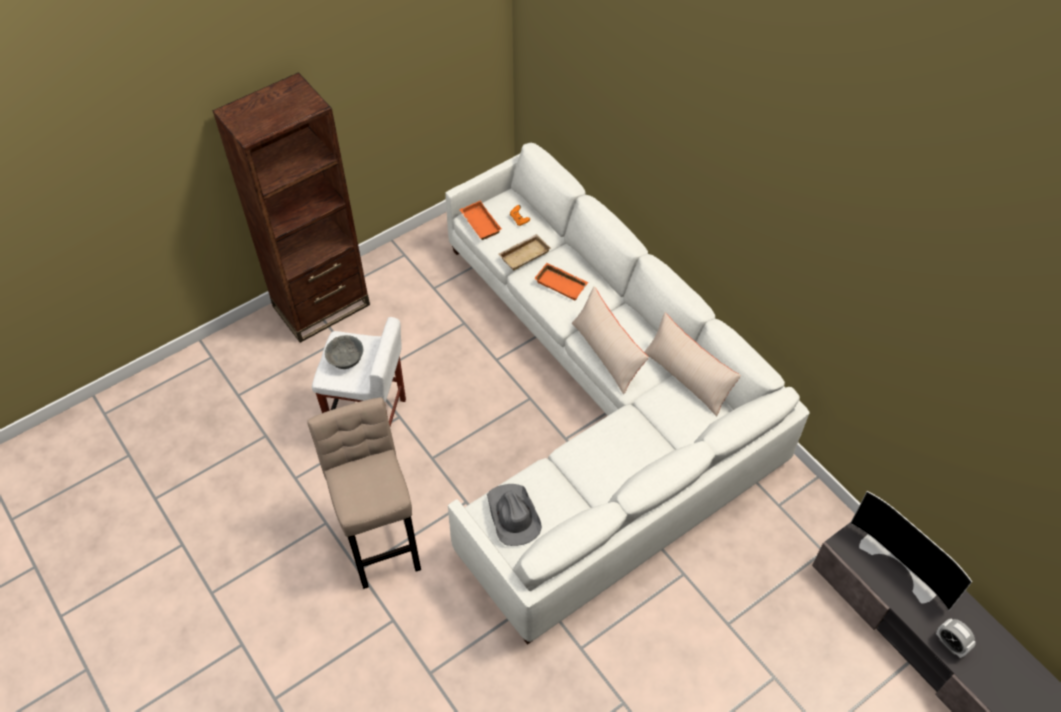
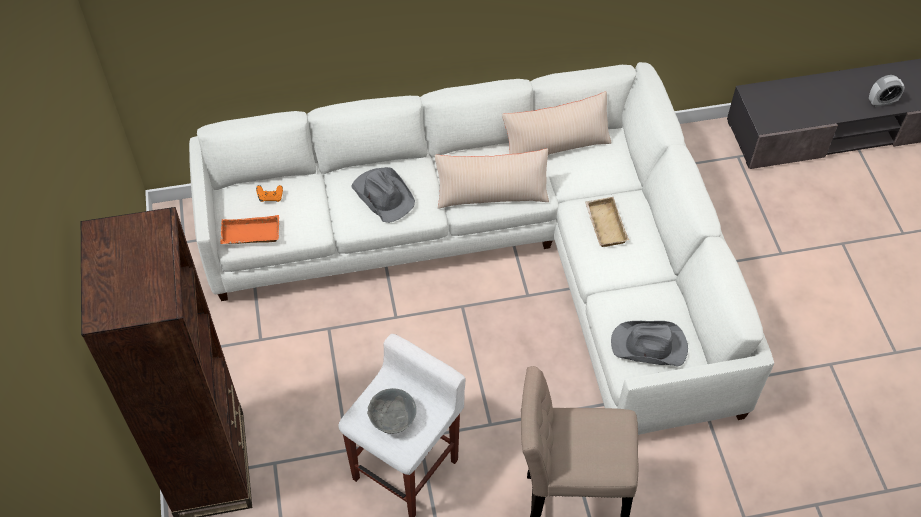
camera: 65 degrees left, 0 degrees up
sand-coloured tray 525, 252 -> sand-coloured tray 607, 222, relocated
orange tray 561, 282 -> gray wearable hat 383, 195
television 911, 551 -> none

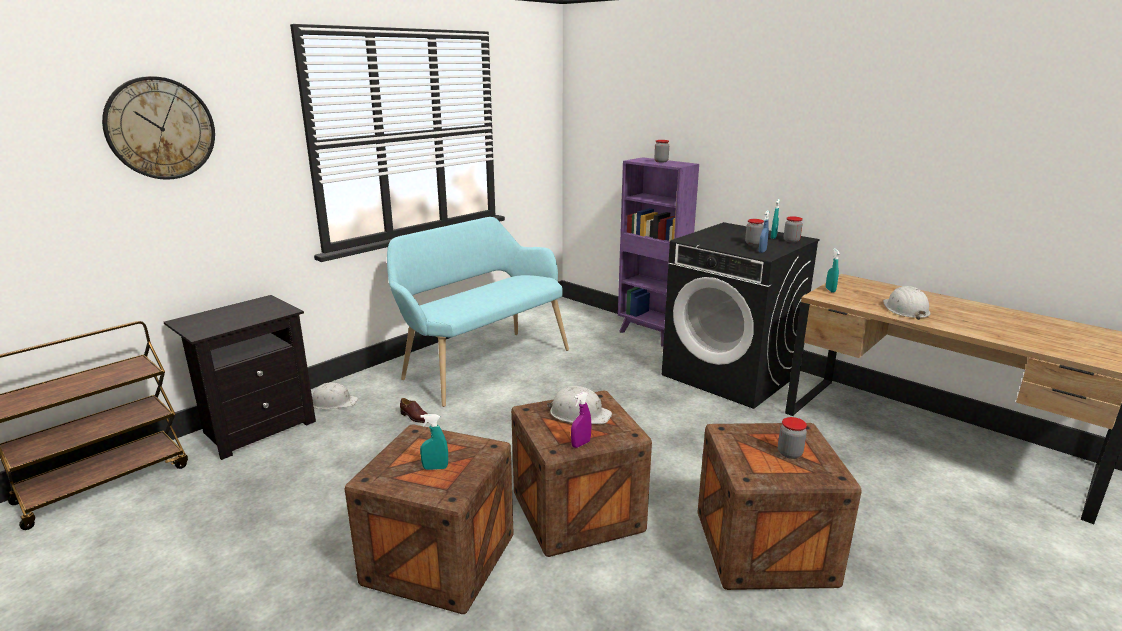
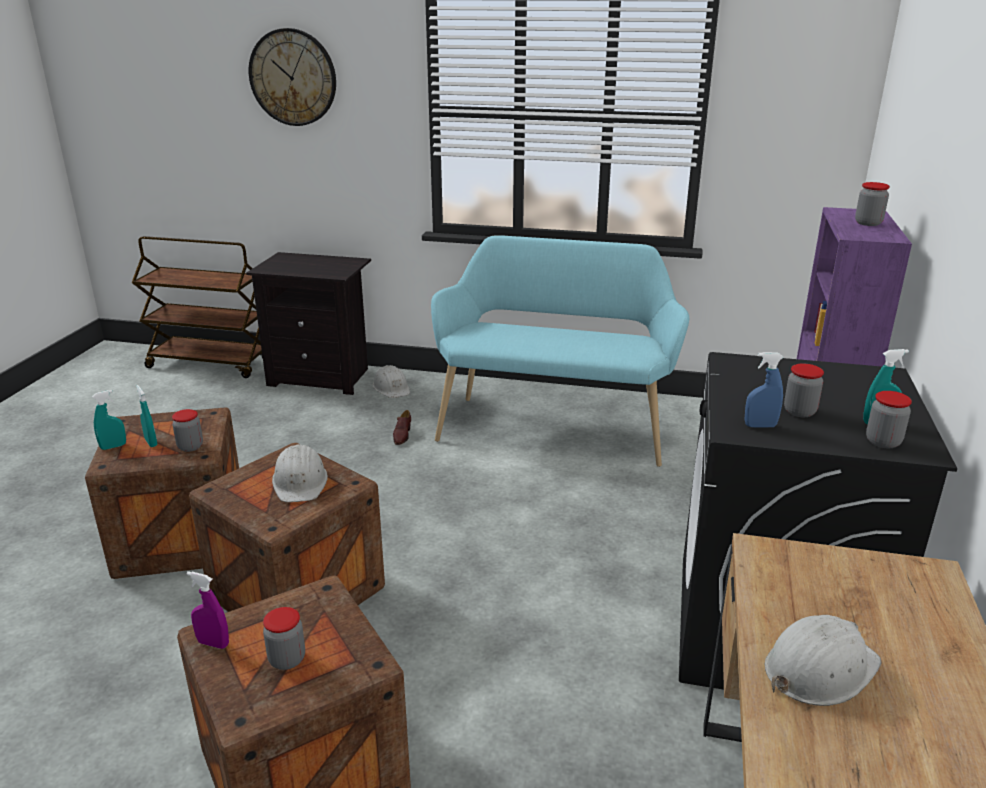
camera: 60 degrees right, 5 degrees up
turquoise-coloured hand sprayer 833, 270 -> turquoise-coloured hand sprayer 109, 420, relocated
purplish hand sprayer 581, 420 -> purplish hand sprayer 208, 610, relocated
none -> jar 187, 430

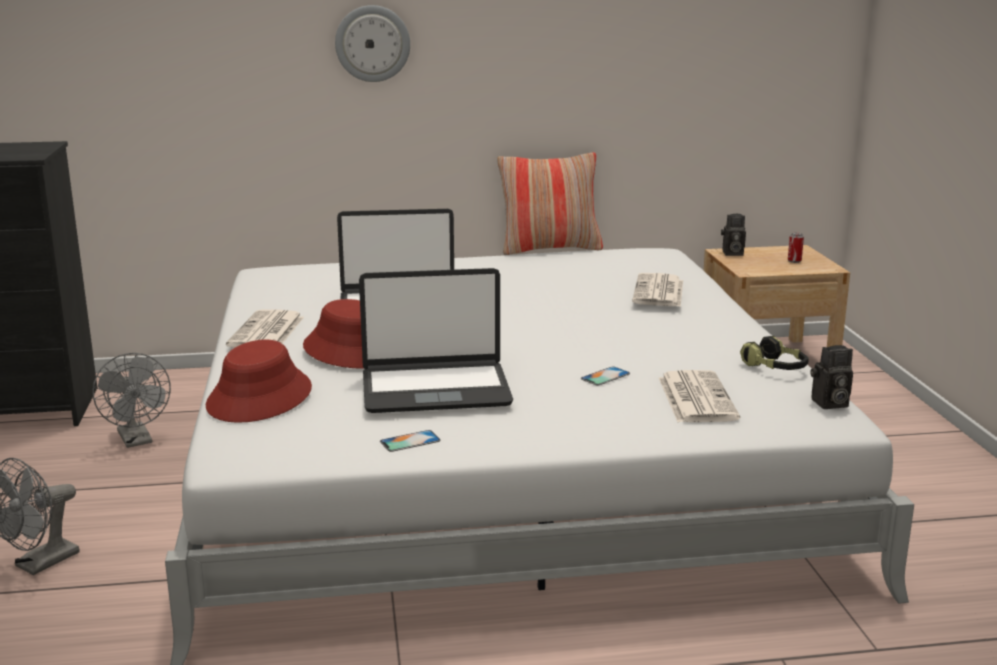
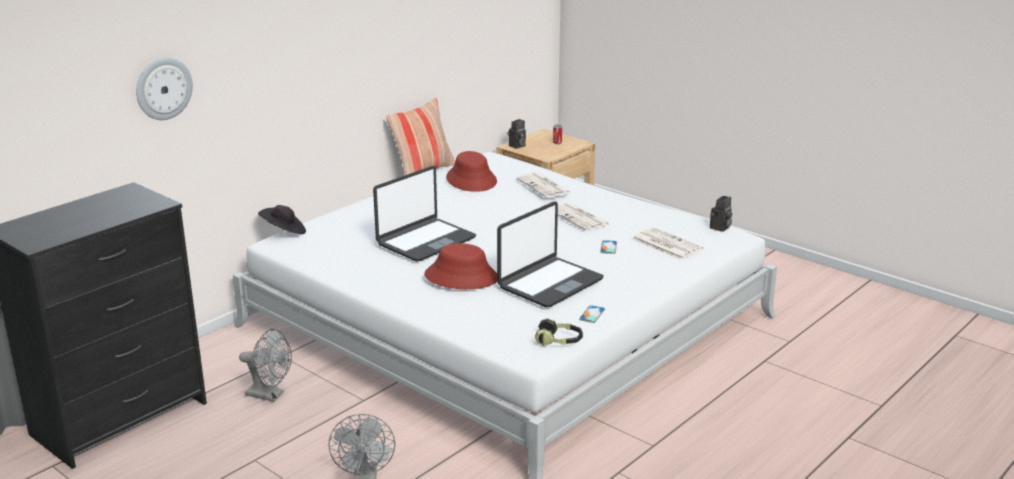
camera: 40 degrees left, 5 degrees up
wall clock 372, 43 -> wall clock 164, 88, relocated
printed paper 265, 329 -> printed paper 584, 217, relocated
pair of headphones 774, 353 -> pair of headphones 559, 332, relocated
red wearable hat 259, 381 -> red wearable hat 471, 171, relocated
none -> blackish wearable hat 282, 219

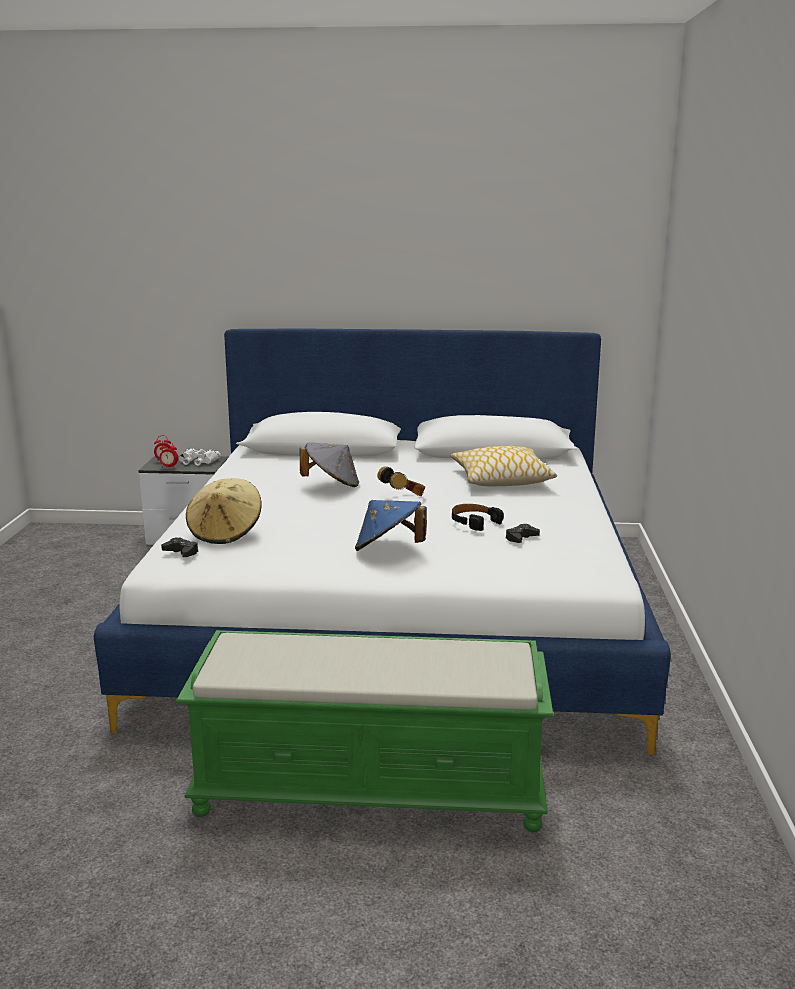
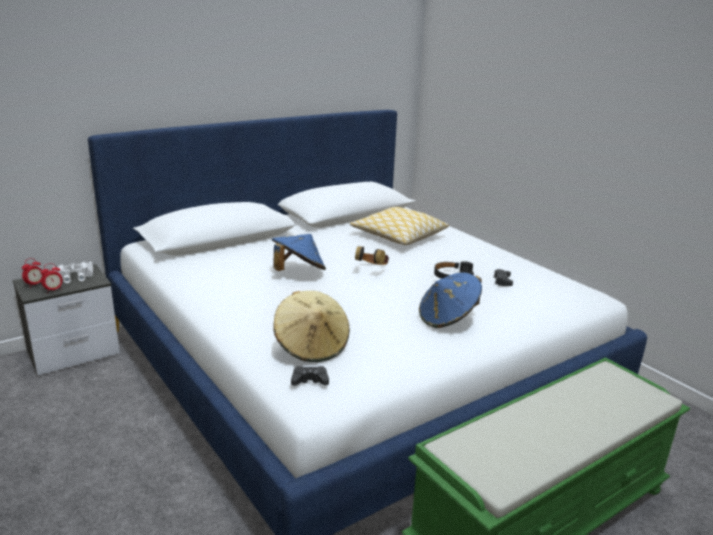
camera: 40 degrees left, 5 degrees up
gray wearable hat 329, 464 -> blue-coloured wearable hat 299, 252

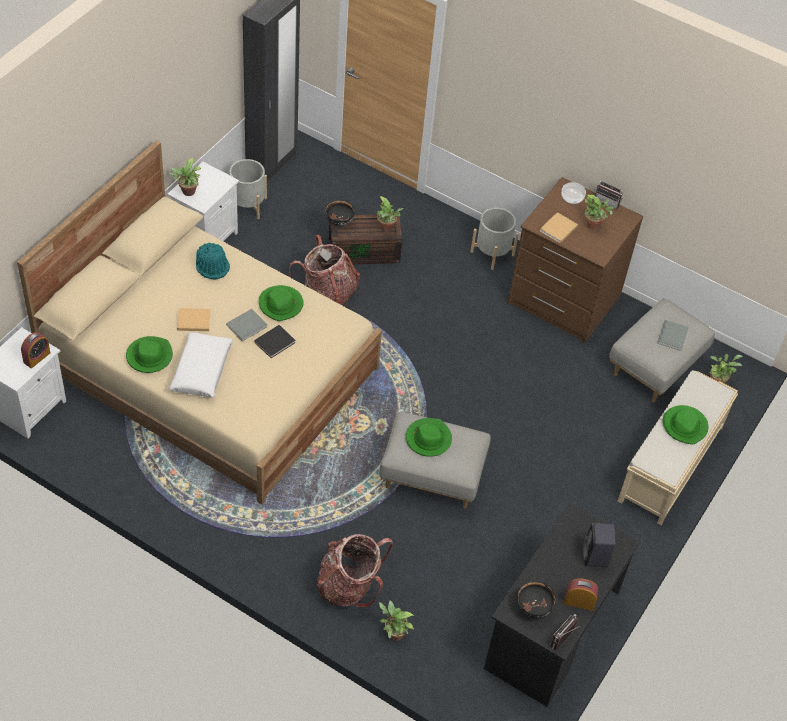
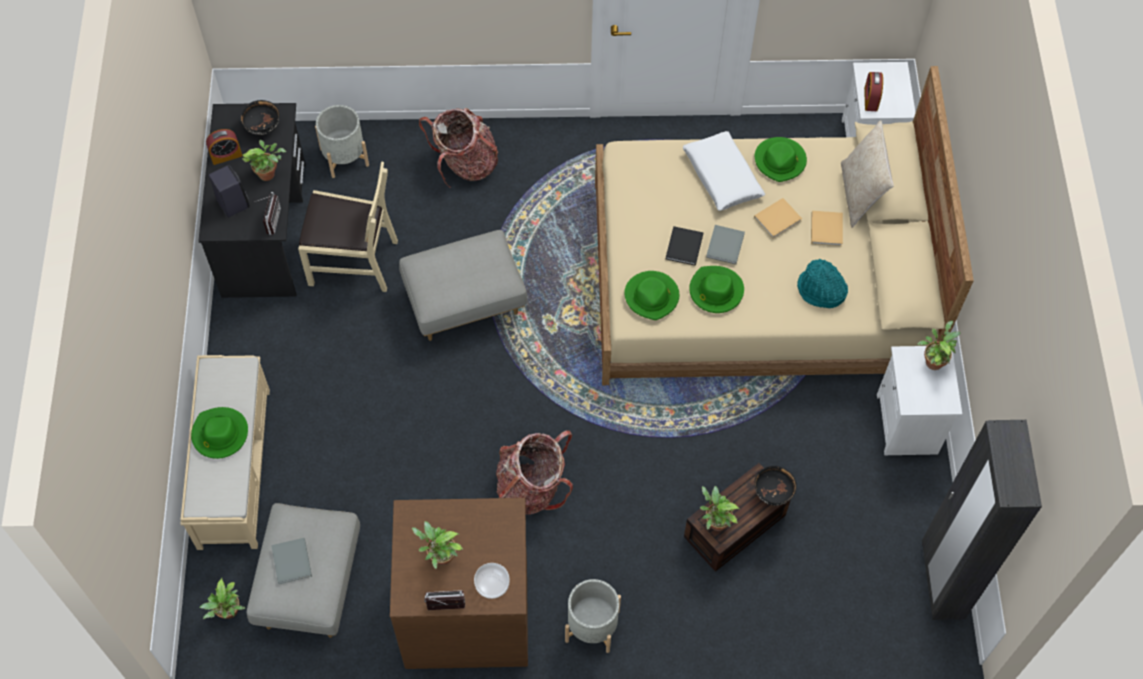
camera: 150 degrees right, 10 degrees up
gray plant pot 248, 189 -> gray plant pot 342, 141, relocated
sand-coloured volume 559, 227 -> sand-coloured volume 827, 228, relocated
knapsack 324, 270 -> knapsack 534, 472, relocated
green-coloured wearable hat 429, 437 -> green-coloured wearable hat 651, 295, relocated
potted plant 396, 621 -> potted plant 264, 160, relocated
radio receiver 565, 632 -> radio receiver 267, 213, relocated
none -> sand-coloured cushion 867, 174
none -> sand-coloured chair 348, 227

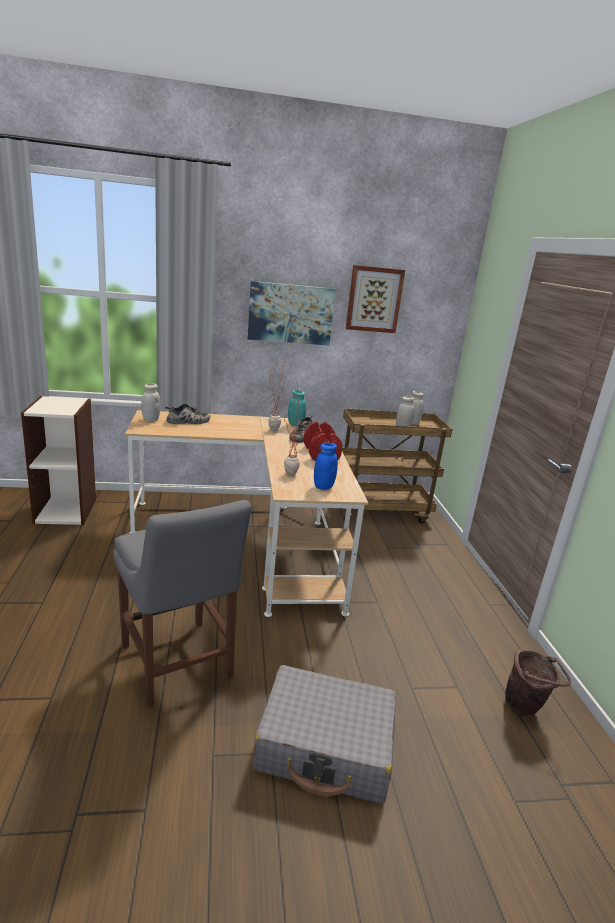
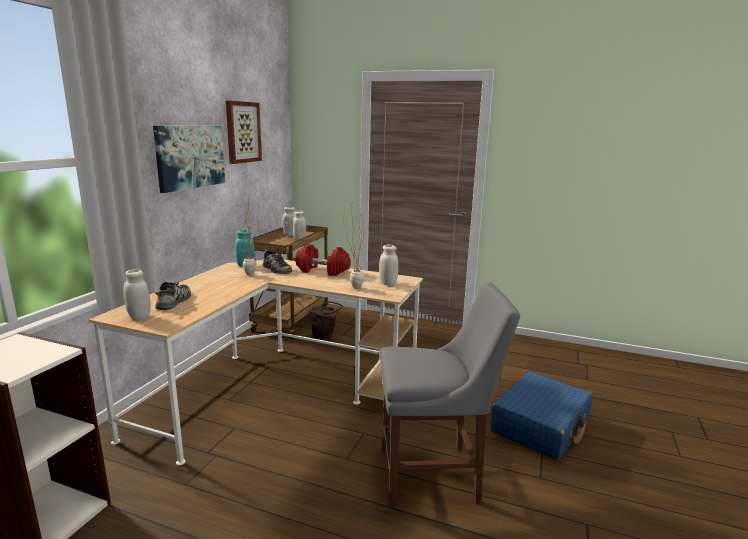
camera: 60 degrees left, 5 degrees down
blue-coloured jar 326, 466 -> whitish jar 388, 265
brown-coloured pail 538, 683 -> brown-coloured pail 326, 321, relocated
gray suitcase 325, 734 -> blue-coloured suitcase 541, 416

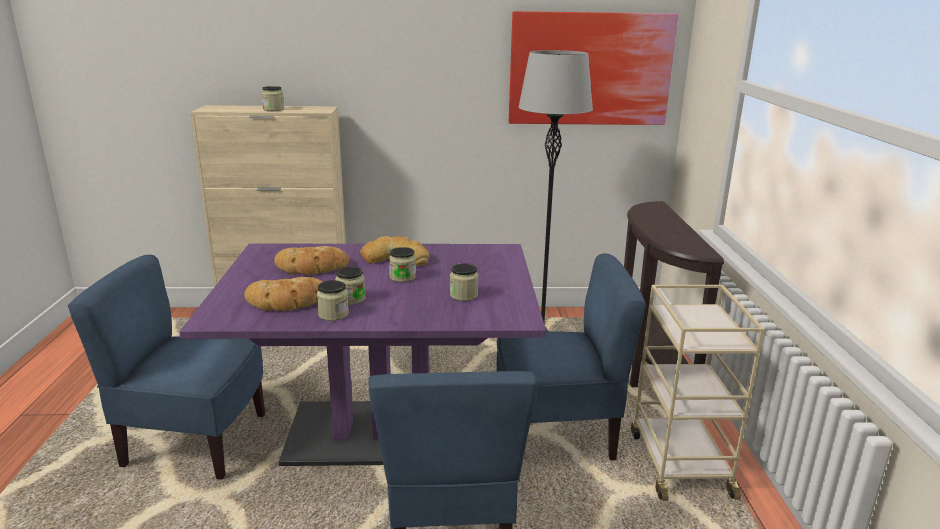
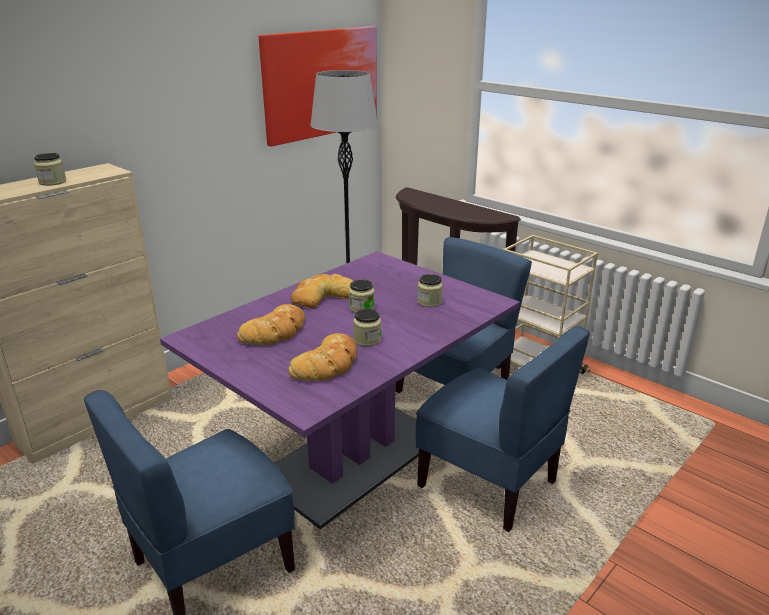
camera: 45 degrees left, 5 degrees up
jar 333, 300 -> none

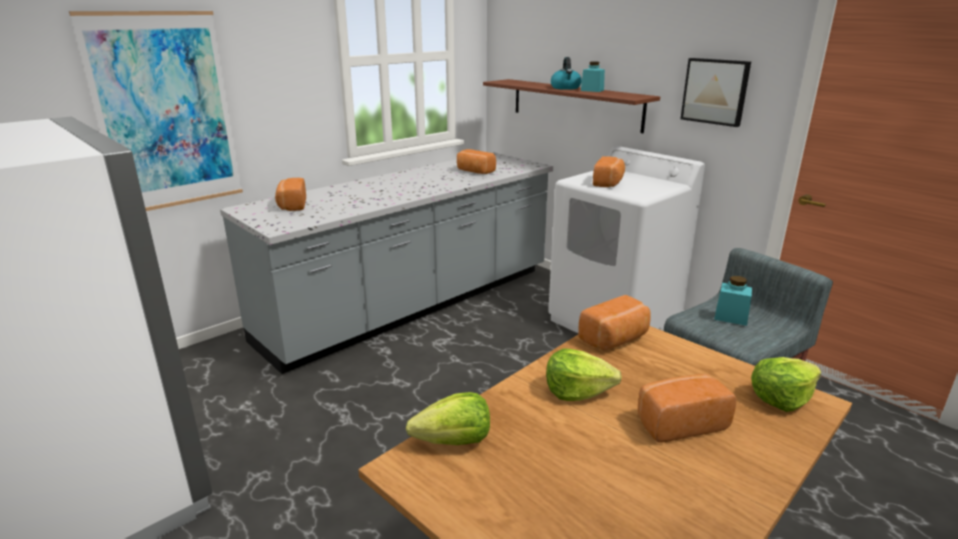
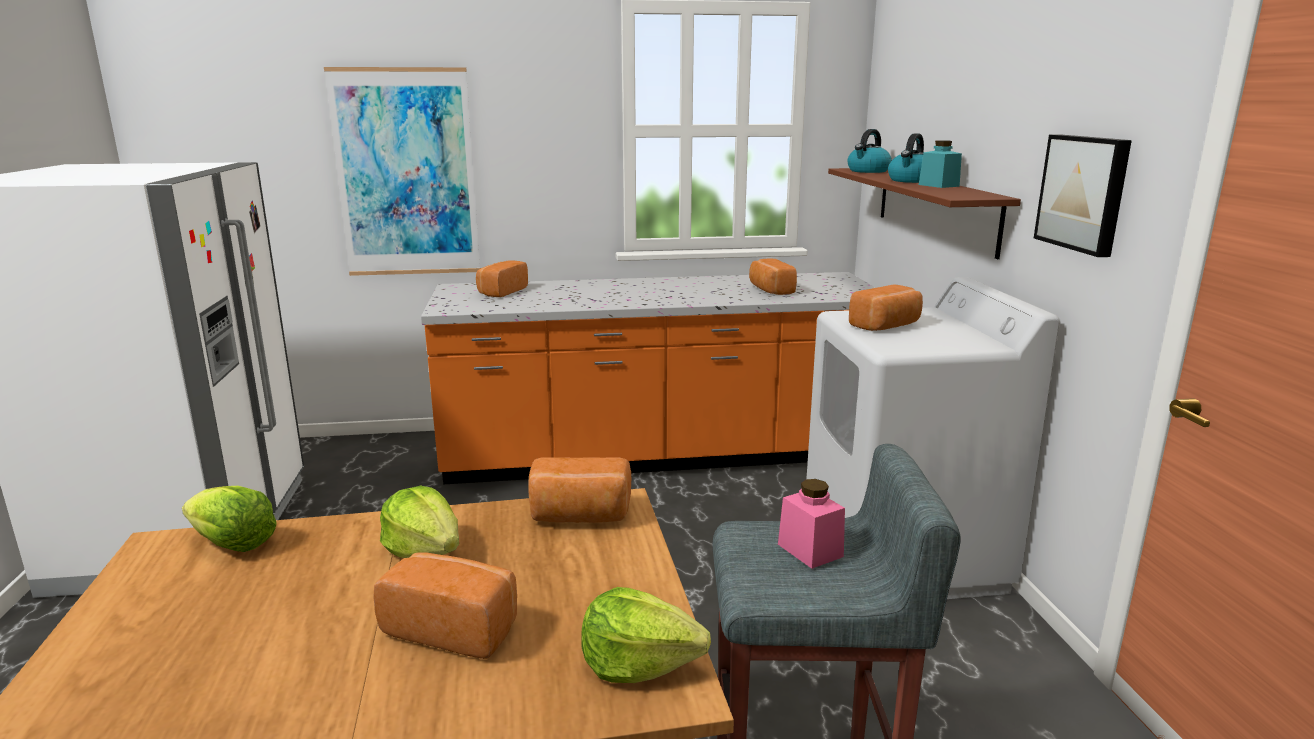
camera: 35 degrees right, 5 degrees down
gray kitchen counter 386, 263 -> orange kitchen counter 648, 378
turquoise-coloured jar 733, 301 -> pink jar 811, 524
none -> water kettle 869, 151

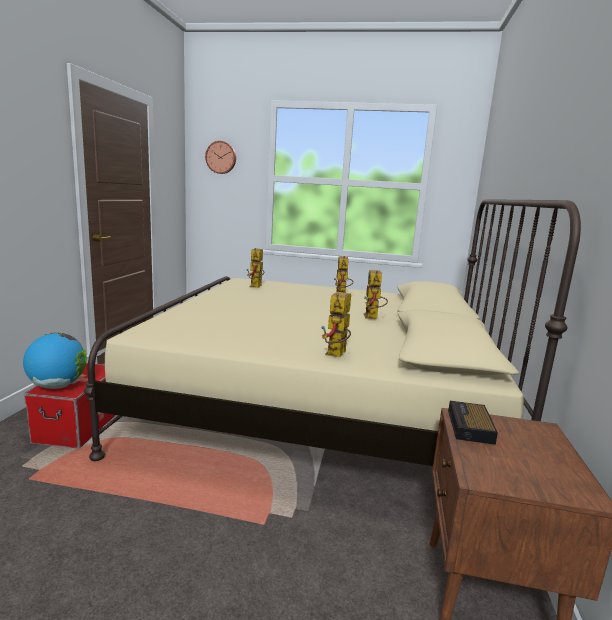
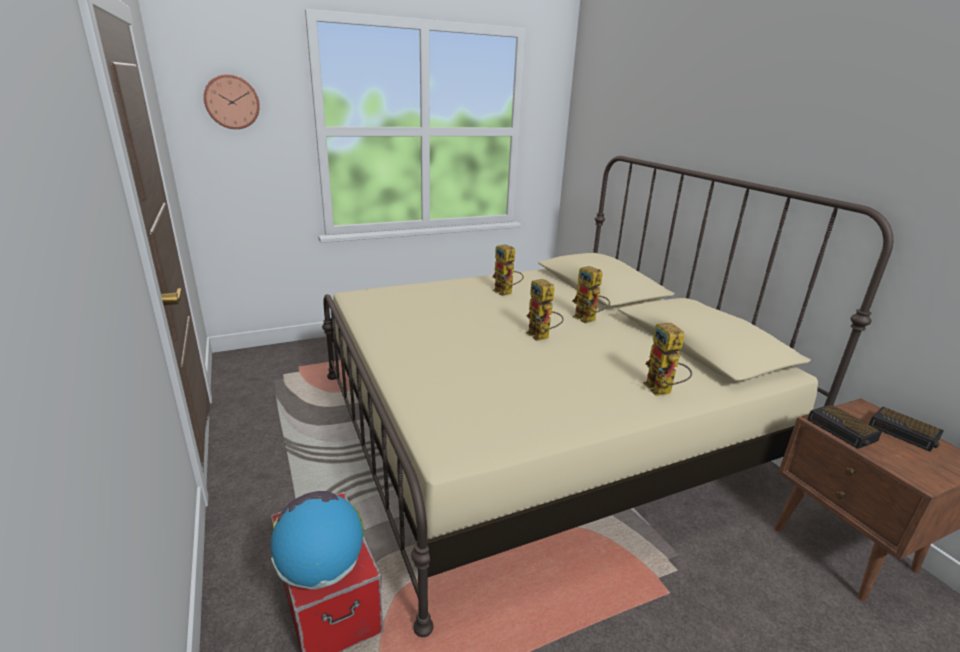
camera: 35 degrees left, 10 degrees up
toy robot 255, 268 -> toy robot 545, 310, relocated
none -> table clock 906, 429

